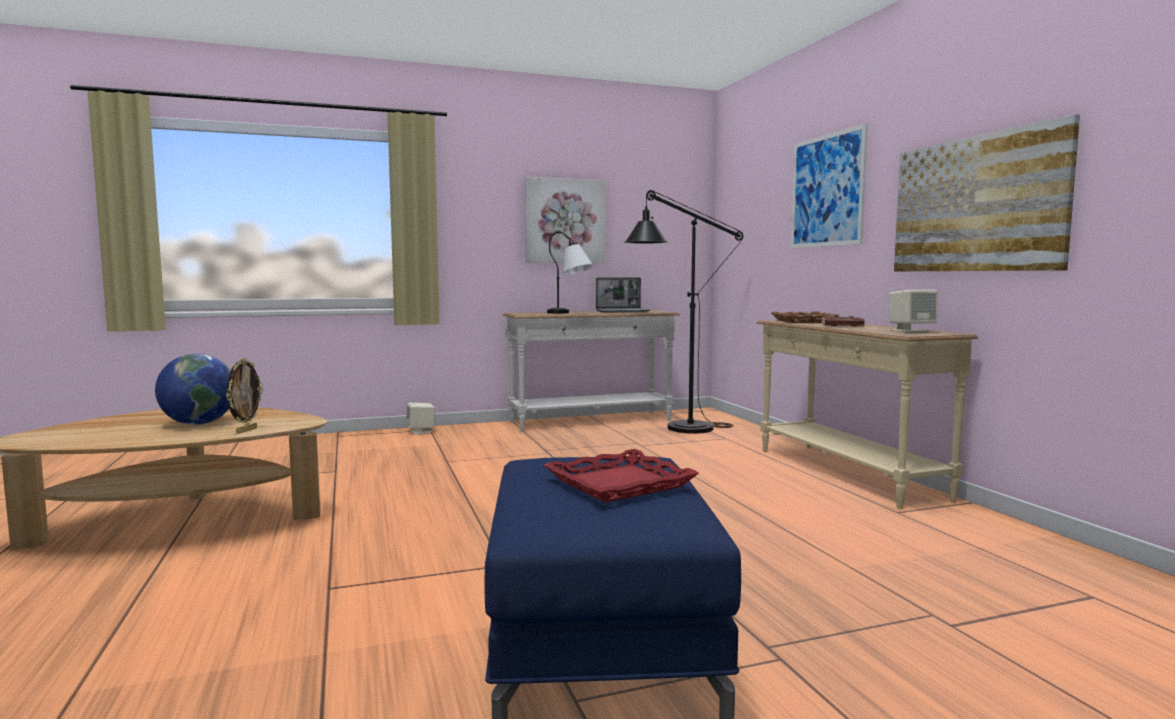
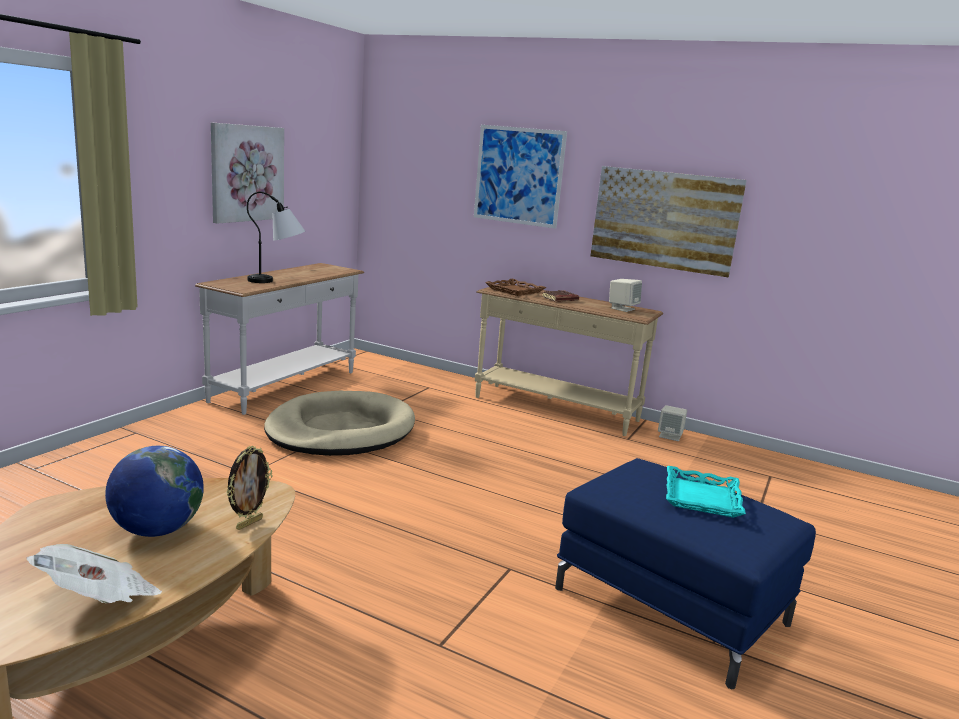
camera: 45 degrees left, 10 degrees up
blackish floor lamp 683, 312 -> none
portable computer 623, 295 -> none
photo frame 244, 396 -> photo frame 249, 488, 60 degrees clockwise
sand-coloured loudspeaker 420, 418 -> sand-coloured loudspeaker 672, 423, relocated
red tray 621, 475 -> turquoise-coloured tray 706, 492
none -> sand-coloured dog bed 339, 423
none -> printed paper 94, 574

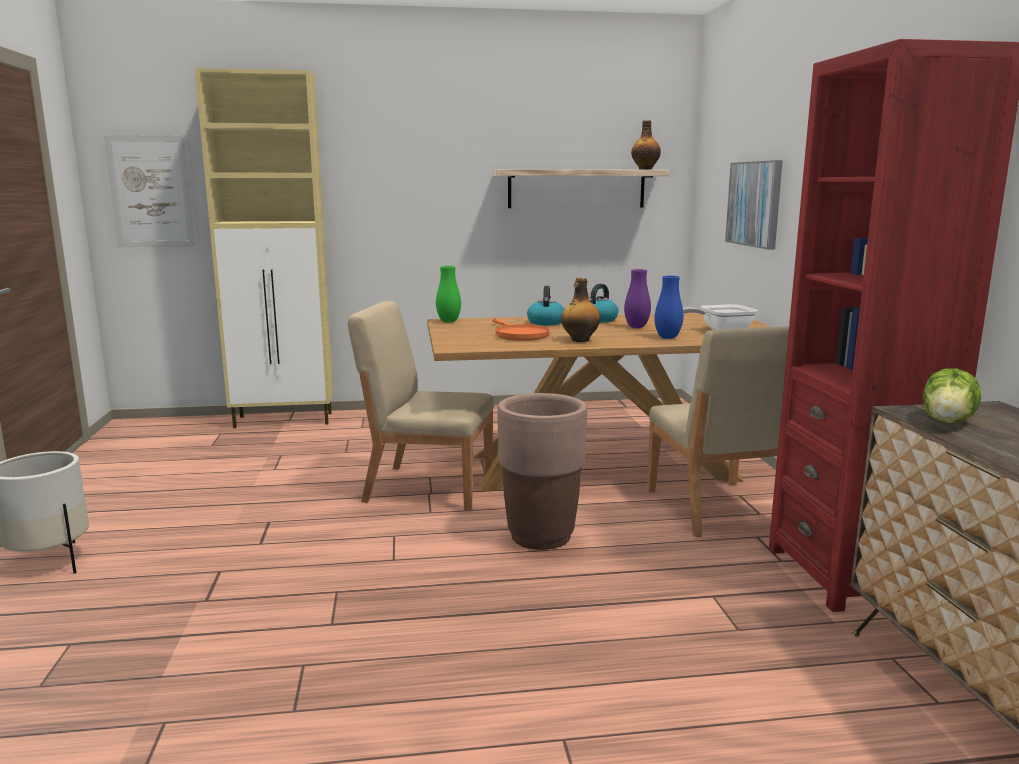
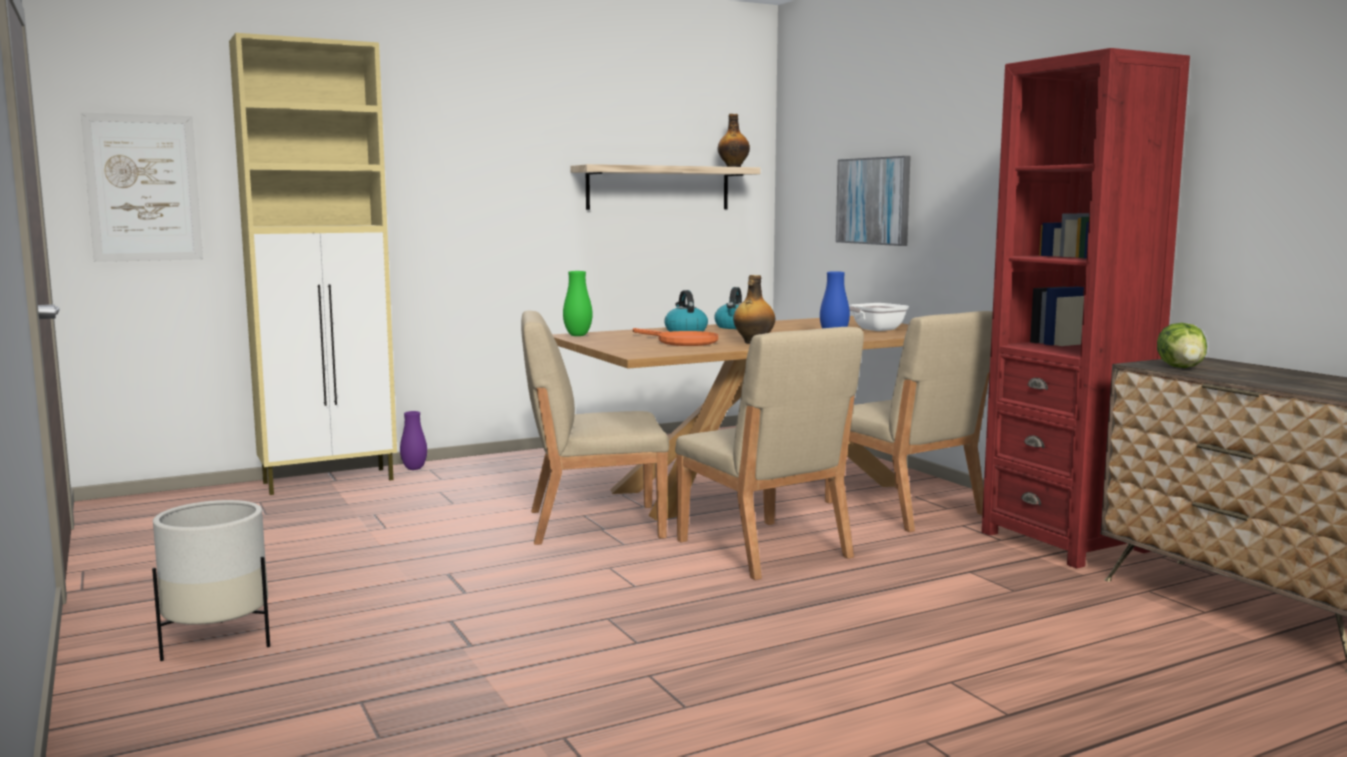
camera: 20 degrees left, 5 degrees down
purplish vase 637, 298 -> purplish vase 413, 440, relocated
brown-coloured plant pot 542, 471 -> sand-coloured chair 769, 453

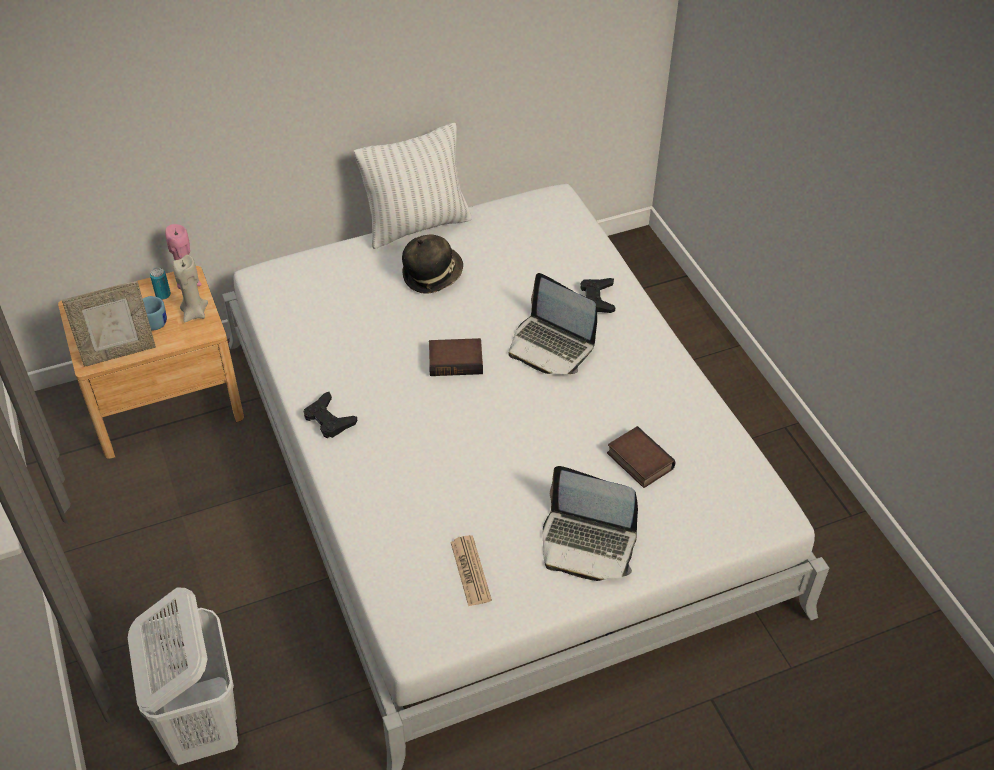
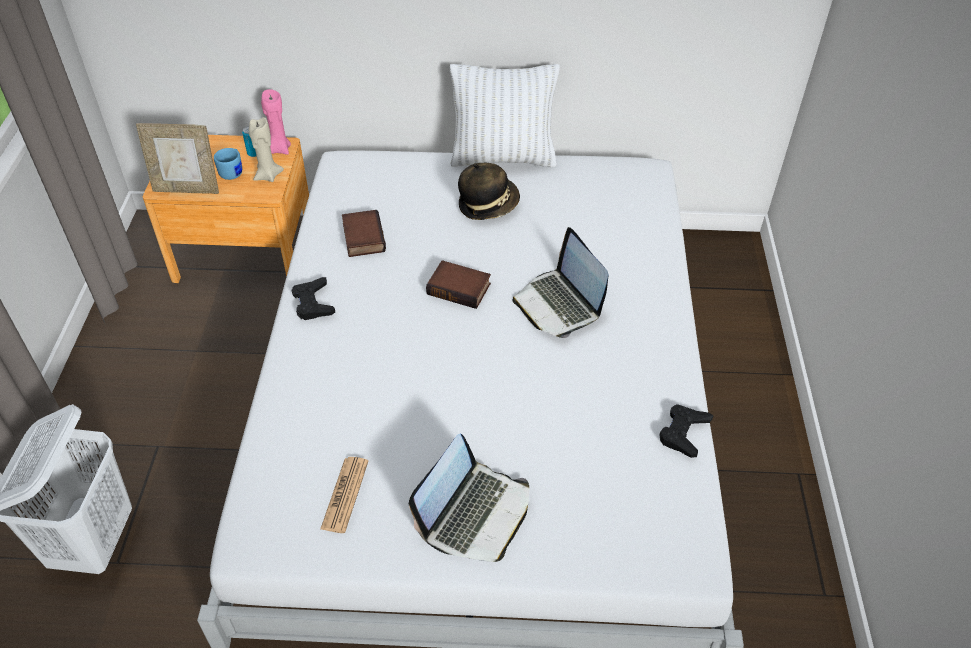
camera: 25 degrees right, 0 degrees up
blackish joypad 597, 295 -> blackish joypad 686, 431, relocated
volume 641, 457 -> volume 364, 233, relocated
portable computer 590, 523 -> portable computer 469, 497, 105 degrees counterclockwise

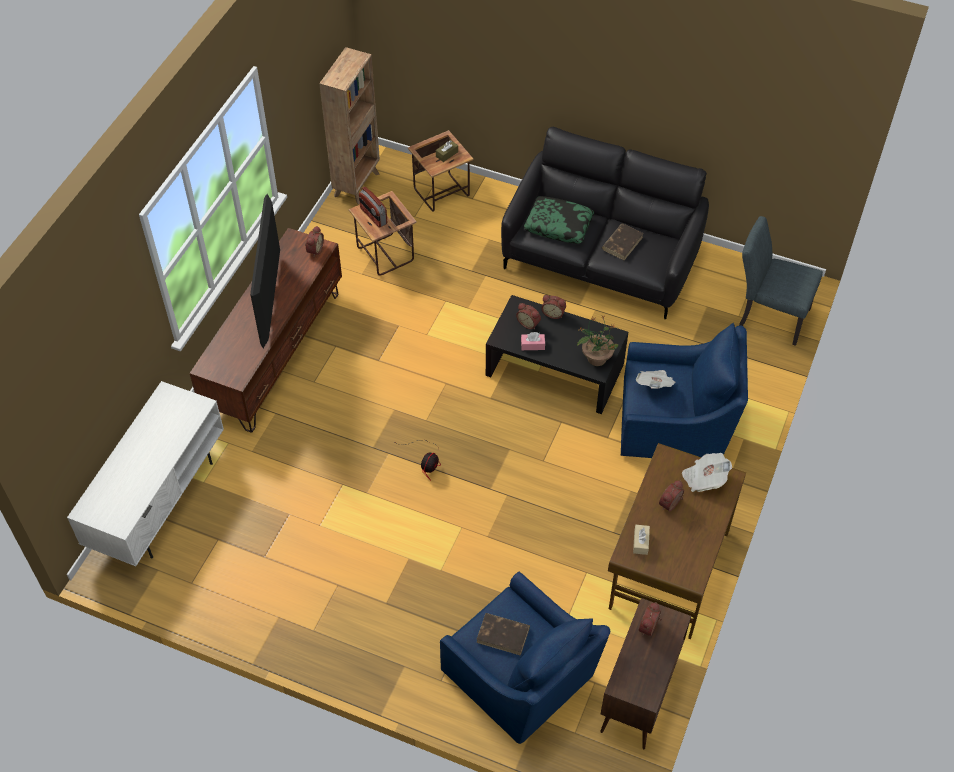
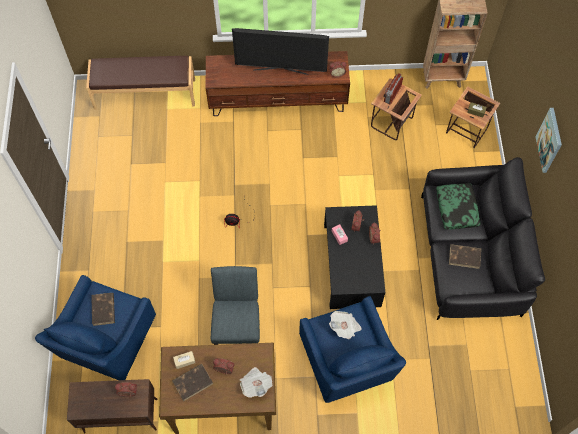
camera: 65 degrees right, 10 degrees up
television 265, 271 -> television 280, 51, 150 degrees counterclockwise
gray chair 781, 281 -> gray chair 235, 305, relocated
potted plant 597, 340 -> none
whitish media console 145, 473 -> brown-coloured bench 140, 83
none -> wall art 549, 140
none -> brown-coloured volume 192, 383

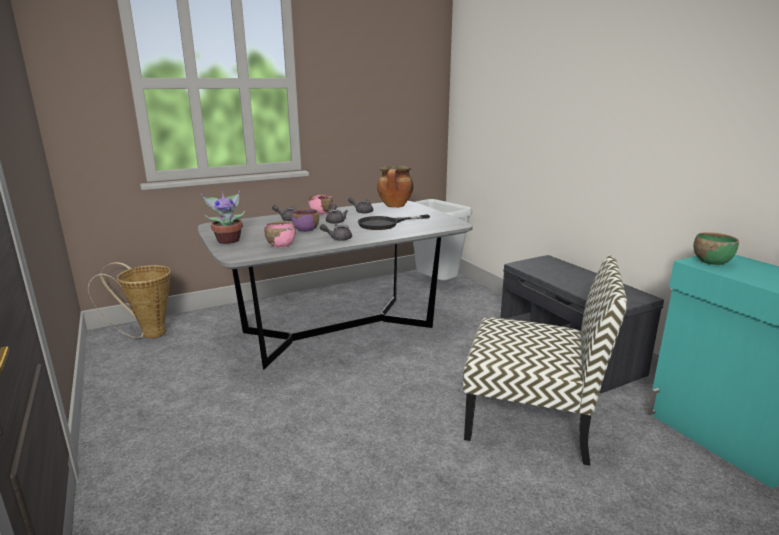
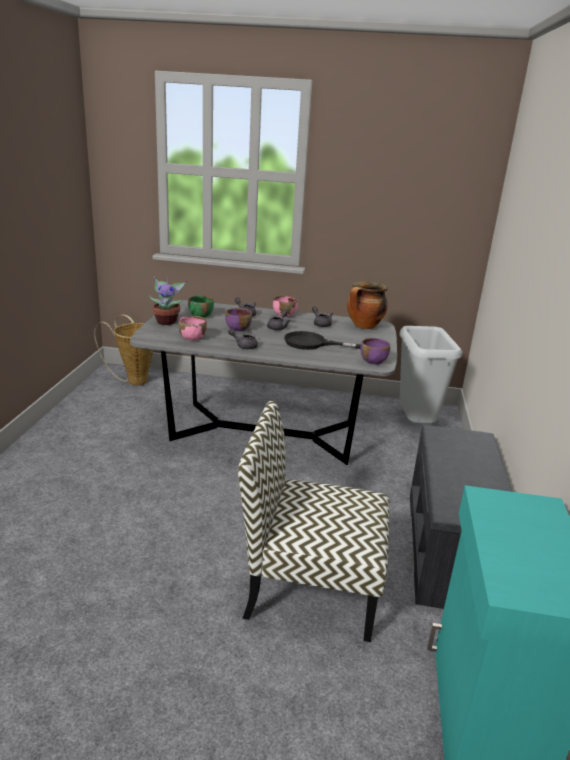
camera: 35 degrees right, 5 degrees up
green-coloured bowl 716, 248 -> green-coloured bowl 201, 307, relocated
chair 545, 361 -> chair 313, 521, 135 degrees clockwise
none -> purplish bowl 375, 351

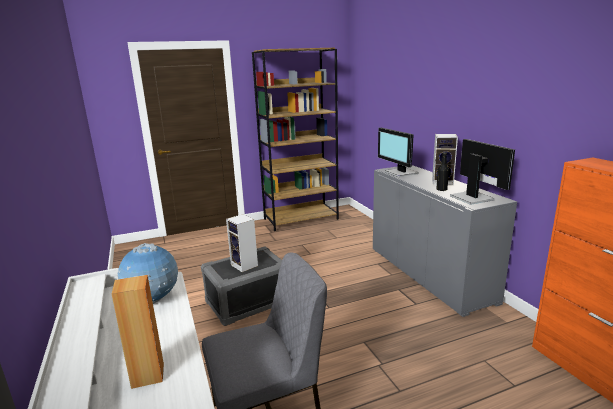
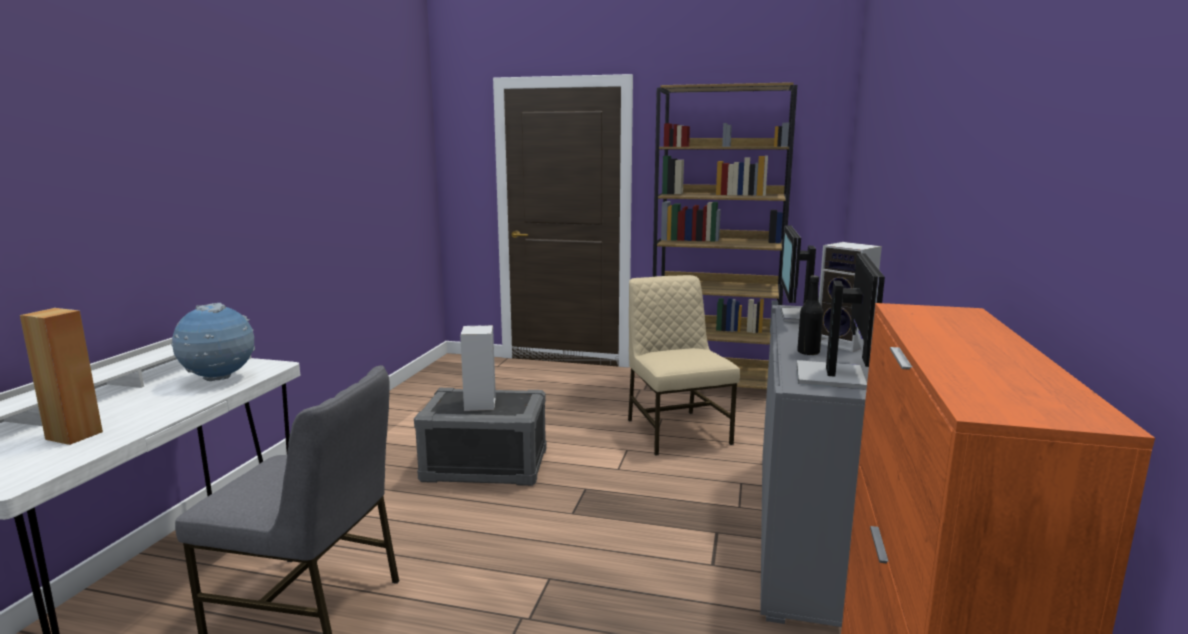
camera: 35 degrees right, 5 degrees down
none -> sand-coloured chair 684, 365

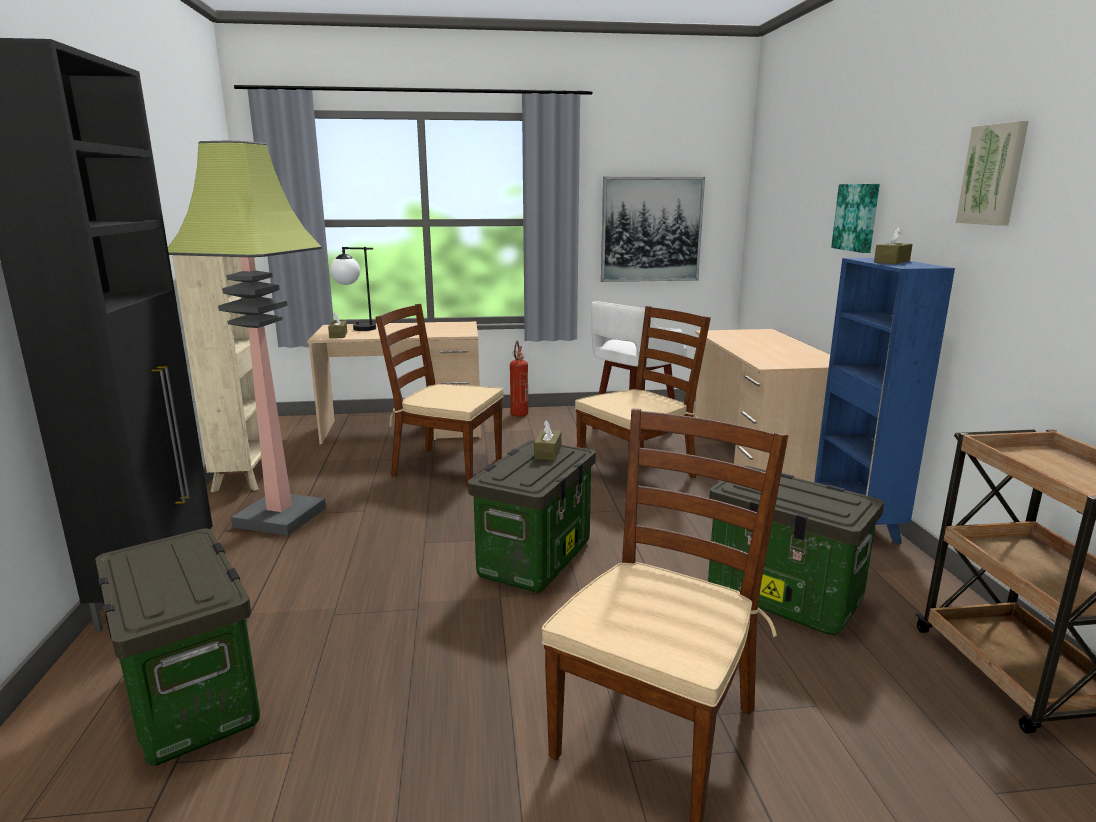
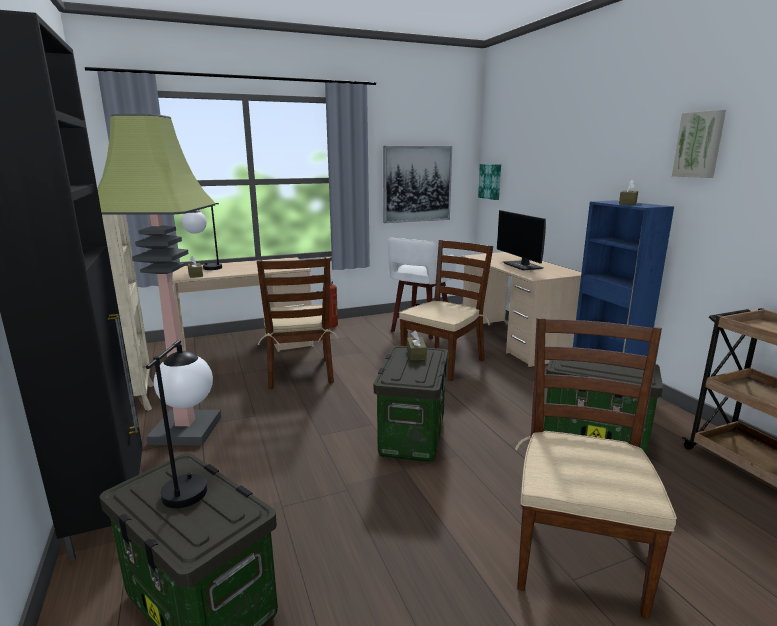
camera: 15 degrees left, 0 degrees up
wall art 855, 218 -> wall art 489, 182, relocated
brown-coloured chair 439, 395 -> brown-coloured chair 297, 323, 105 degrees counterclockwise
none -> computer screen 521, 240
none -> tabletop lamp 179, 424

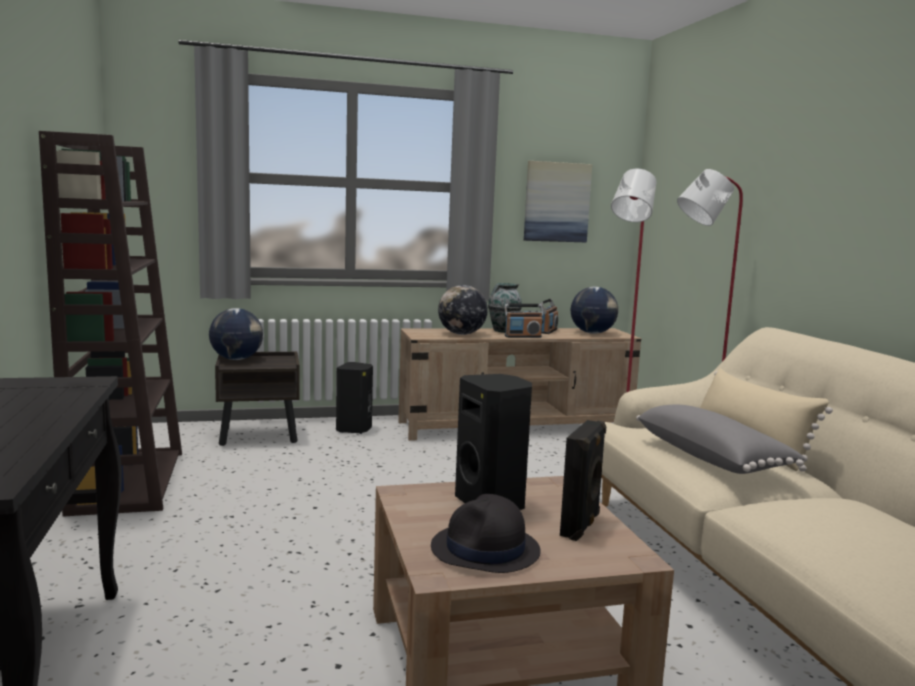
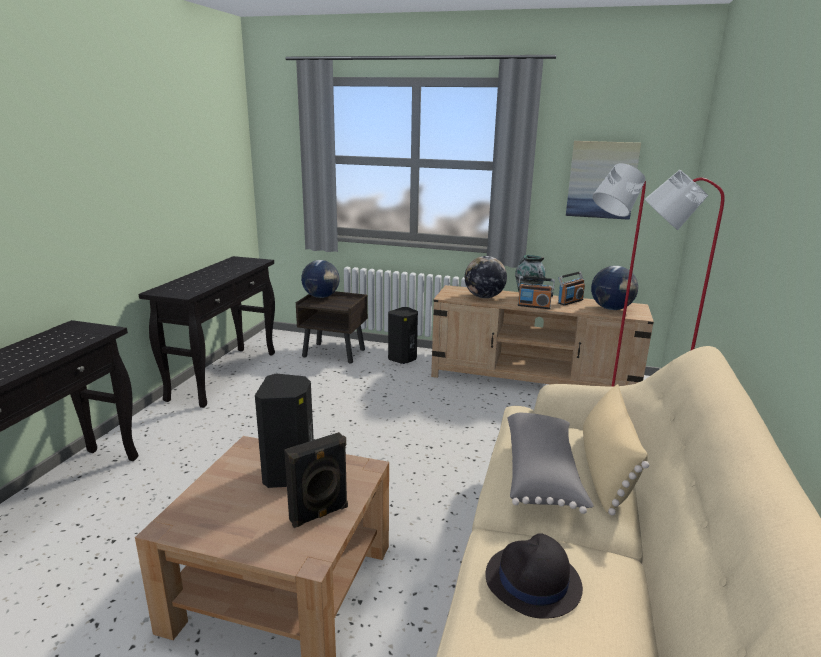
camera: 30 degrees right, 10 degrees up
brown-coloured bookcase 110, 324 -> blackish hall table 206, 332
blackish wearable hat 486, 533 -> blackish wearable hat 534, 576, relocated

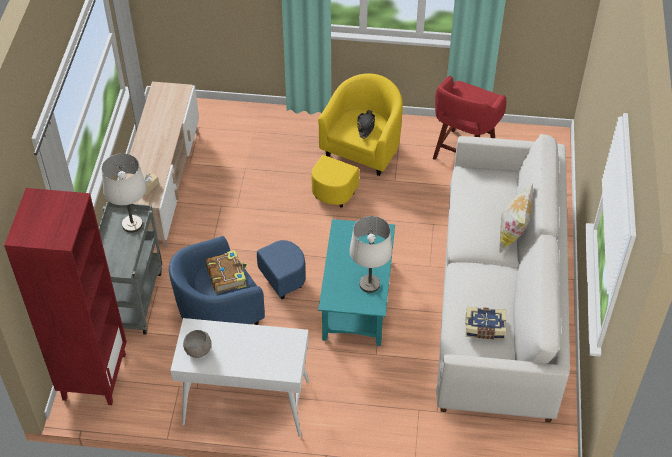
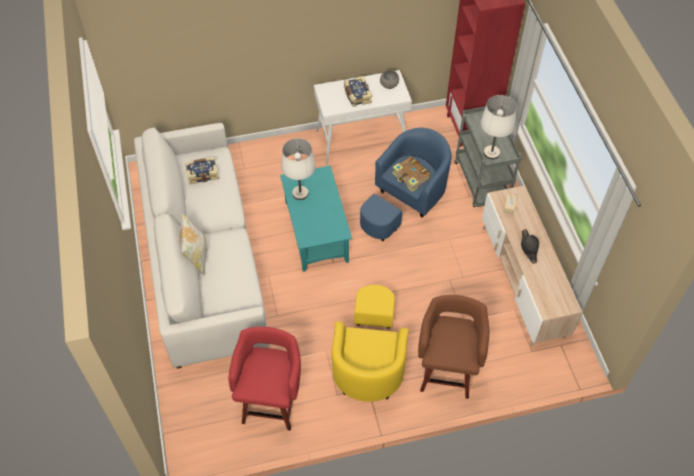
camera: 160 degrees right, 5 degrees up
blackish wearable hat 366, 124 -> blackish wearable hat 530, 246, relocated
none -> volume 358, 91
none -> brown-coloured stool 453, 347

